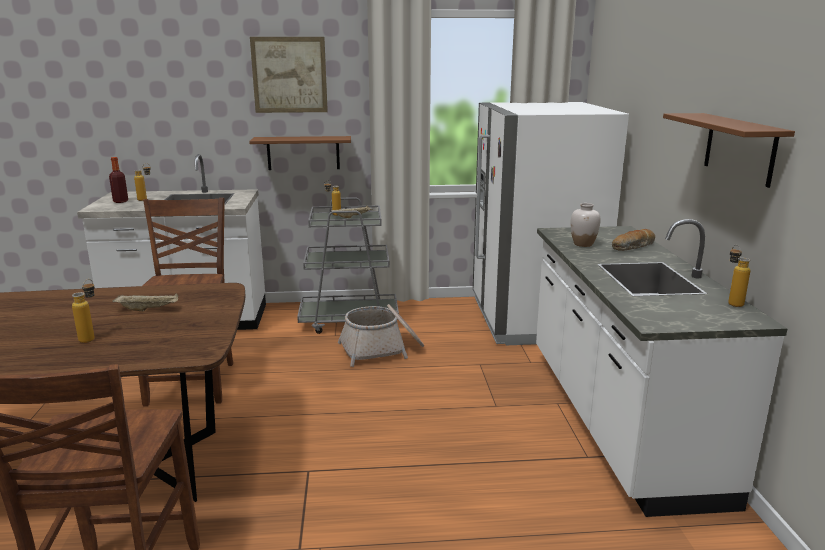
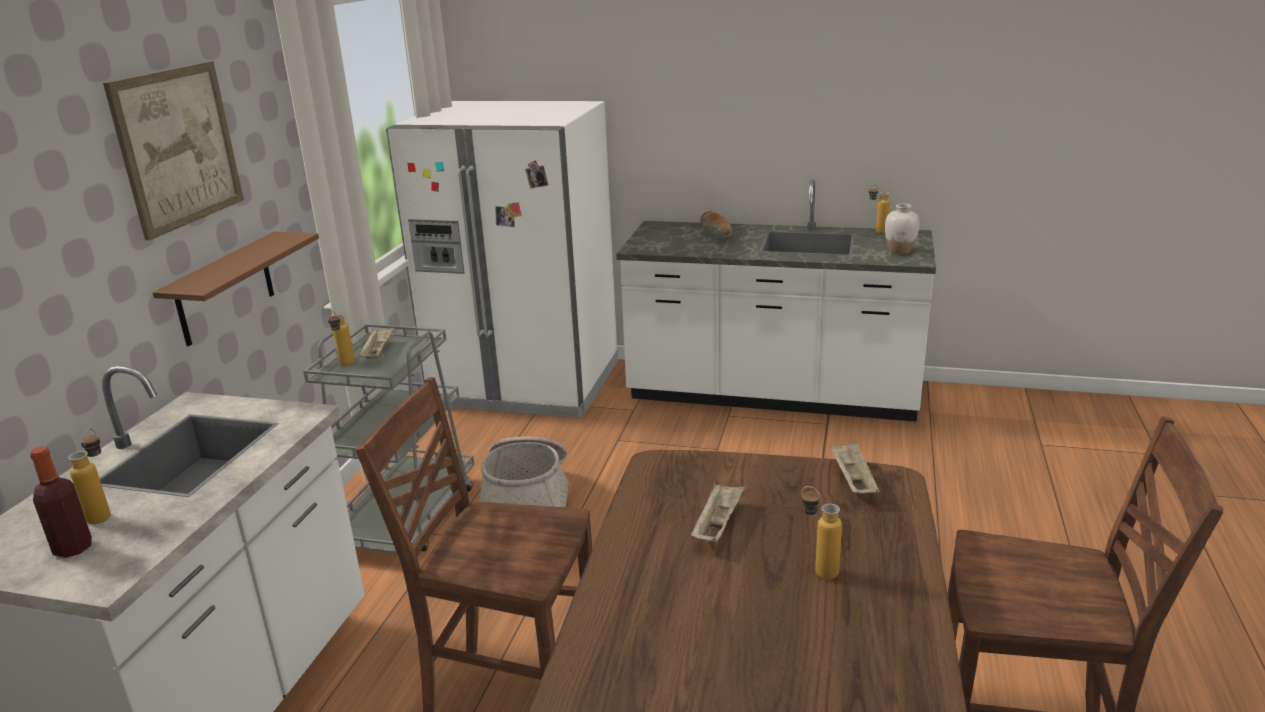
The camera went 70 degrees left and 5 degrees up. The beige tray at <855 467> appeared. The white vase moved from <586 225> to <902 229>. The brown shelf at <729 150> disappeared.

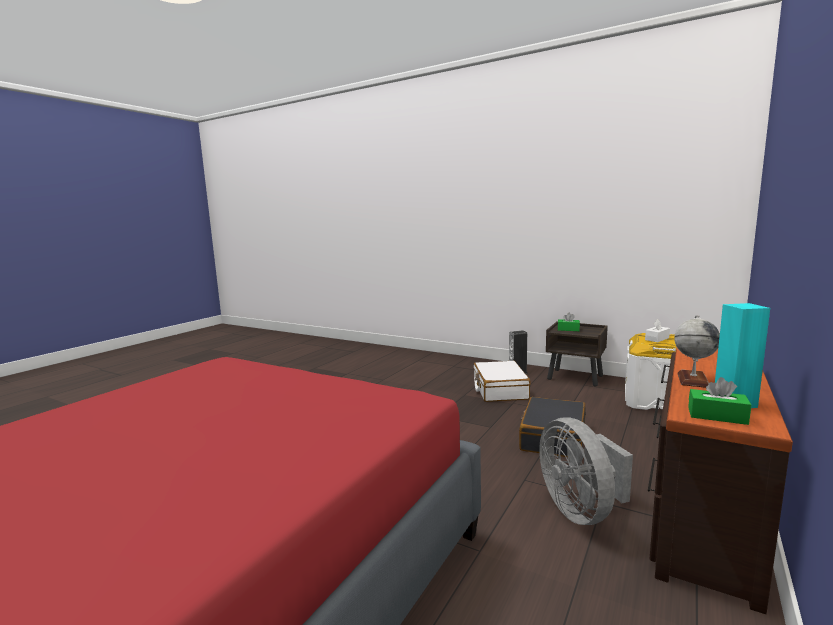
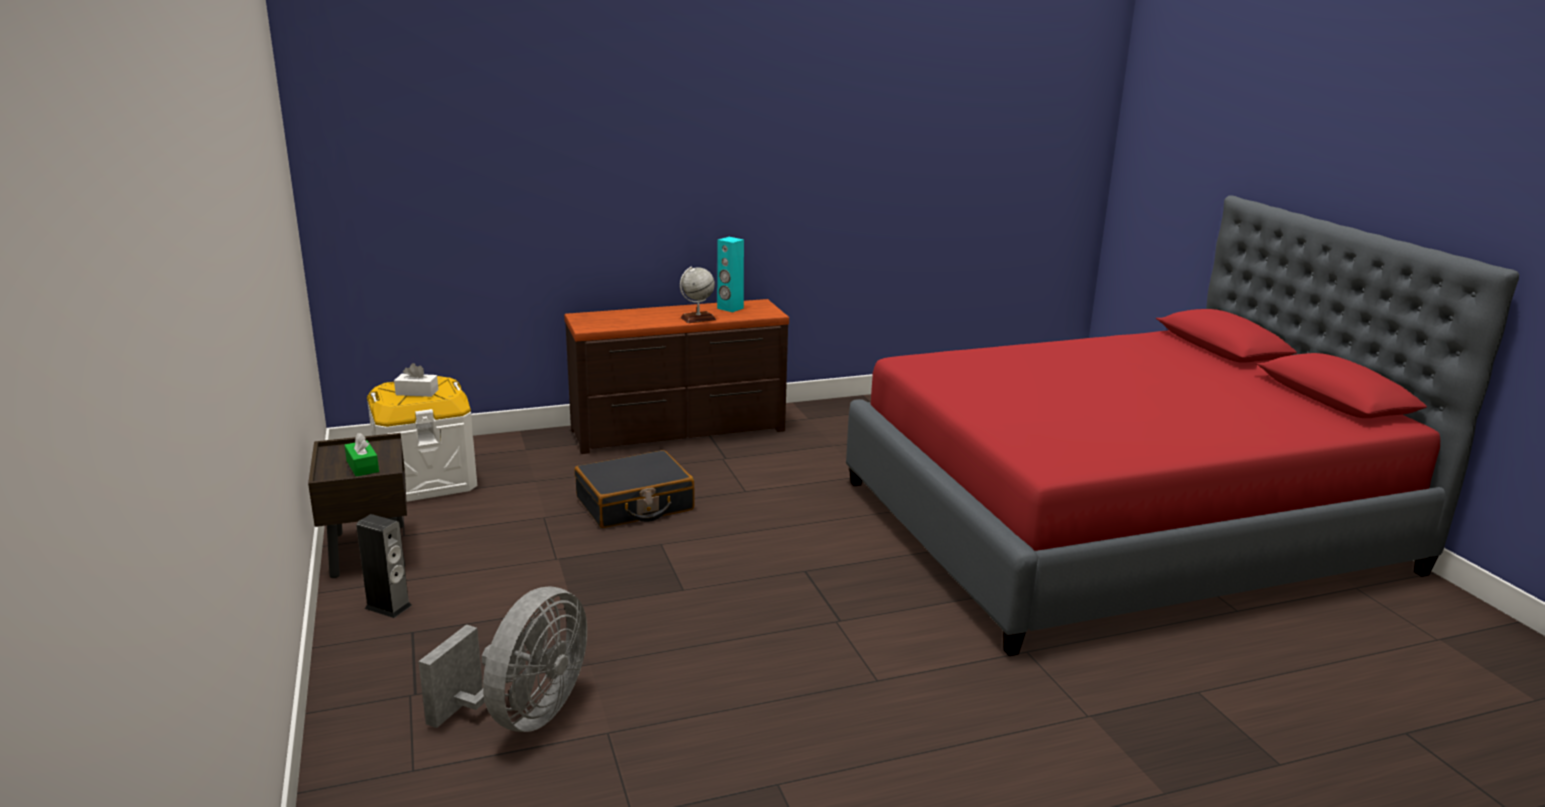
The camera went 140 degrees left and 10 degrees up. The grey fan moved from <586 471> to <502 659>. The white suitcase at <502 381> disappeared. The green tissue box at <719 401> disappeared.

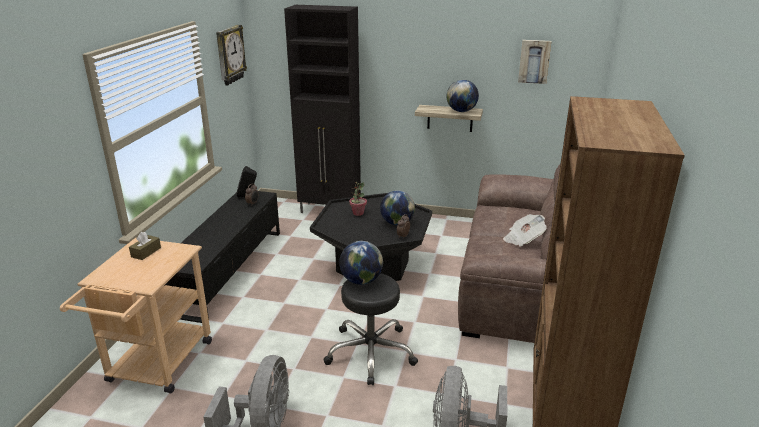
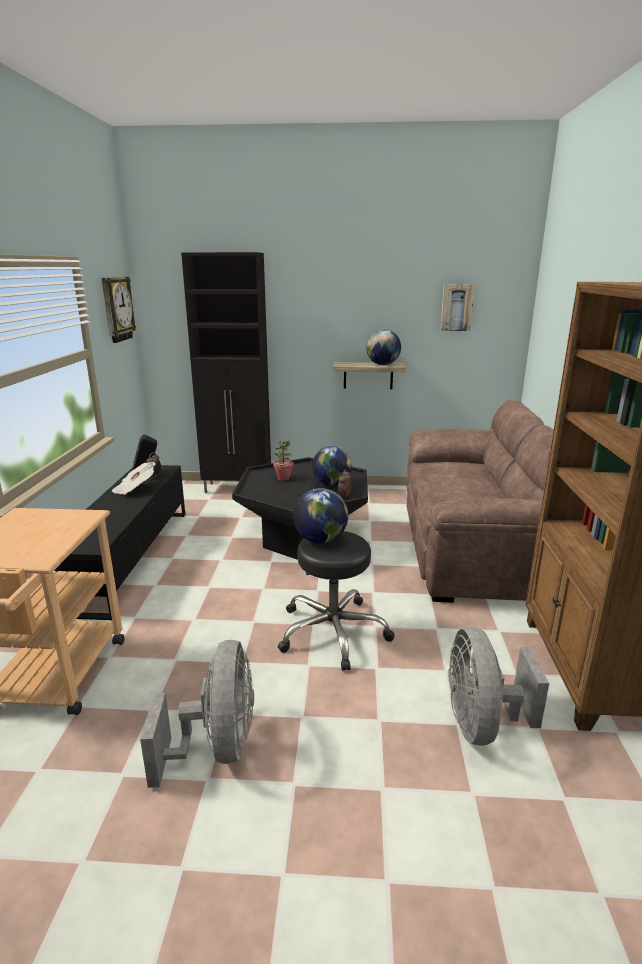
The camera went 10 degrees left and 5 degrees down. The newspaper moved from <525 230> to <134 478>. The brown tissue box at <145 246> disappeared.

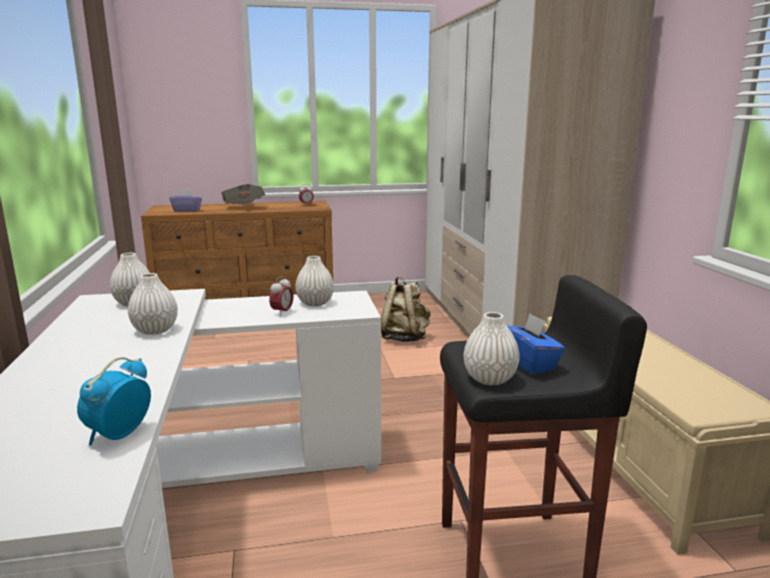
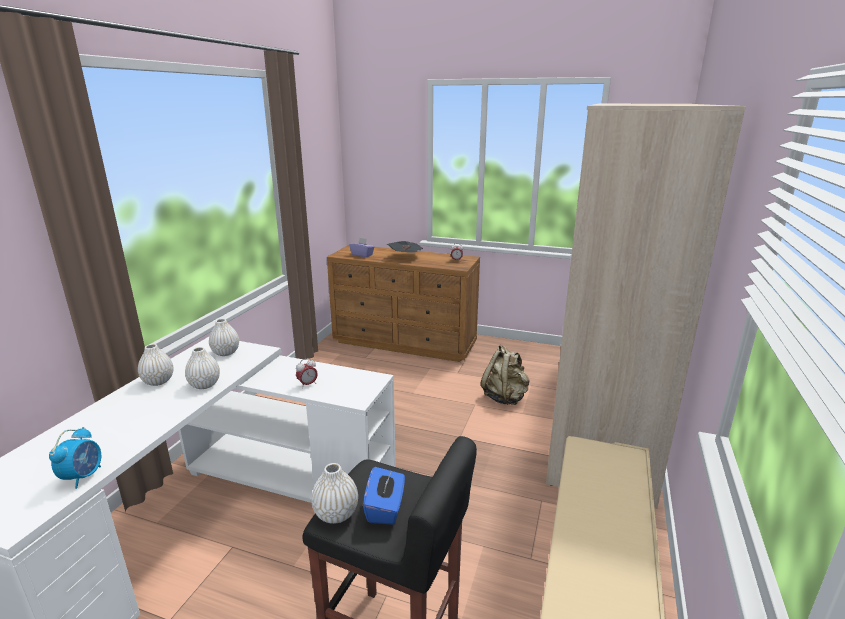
The camera went 30 degrees right and 5 degrees up. The alarm clock at <114 401> turned 135 degrees clockwise. The white vase moved from <314 281> to <155 365>.

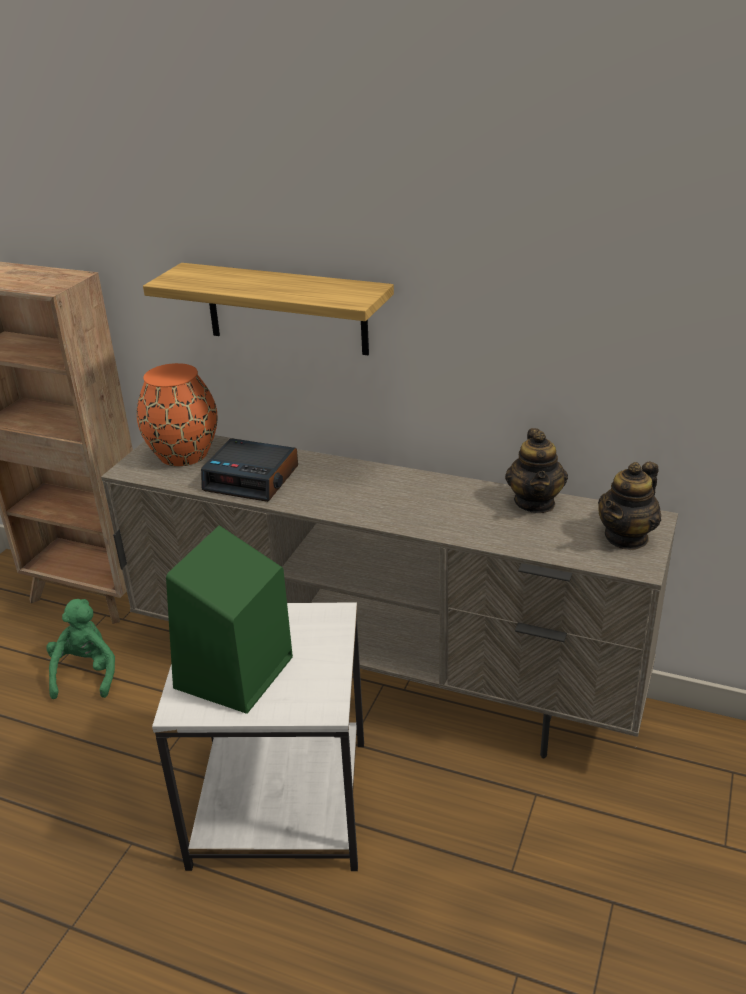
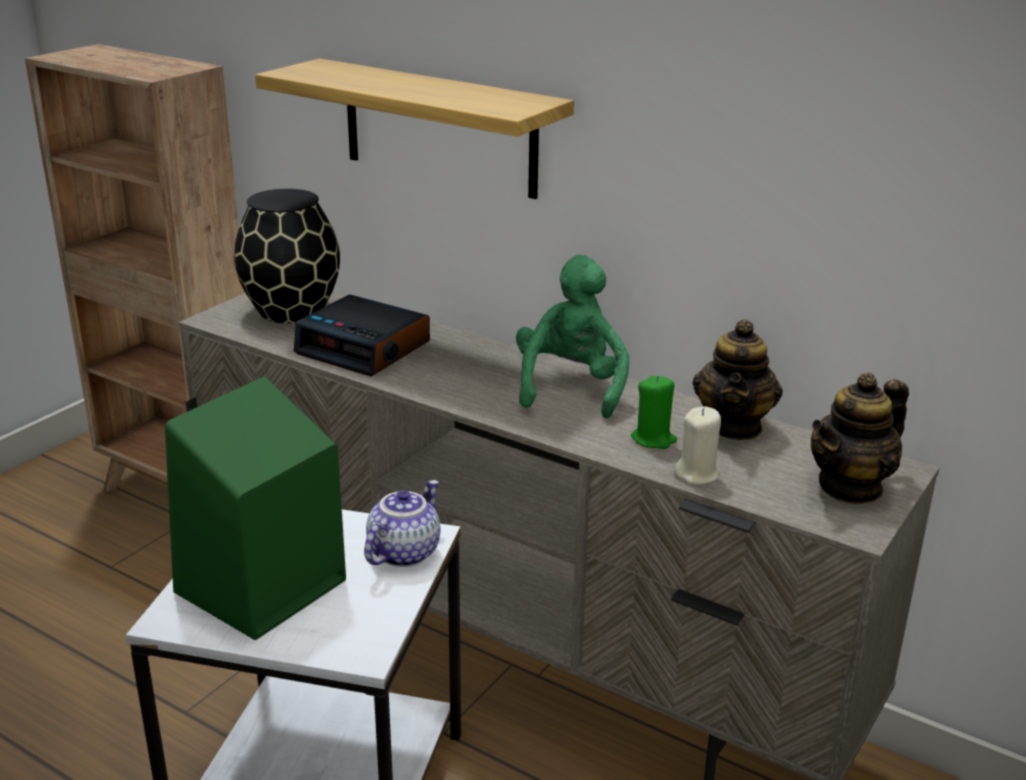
The camera went 10 degrees right and 5 degrees down. The orange vase at <177 414> became the black vase at <287 256>. The teapot at <402 523> appeared. The green plush toy moved from <80 649> to <572 337>. The green candle at <654 412> appeared. The beige candle at <697 445> appeared.

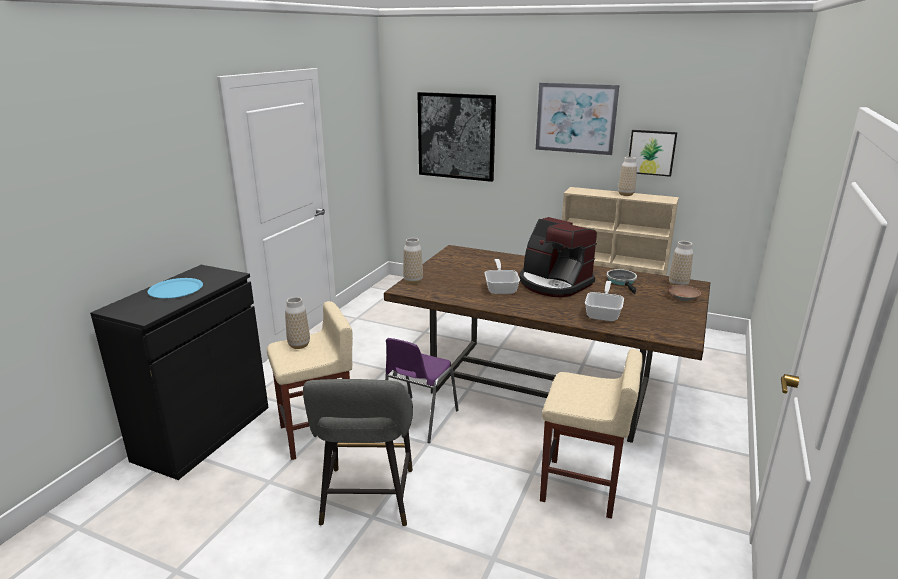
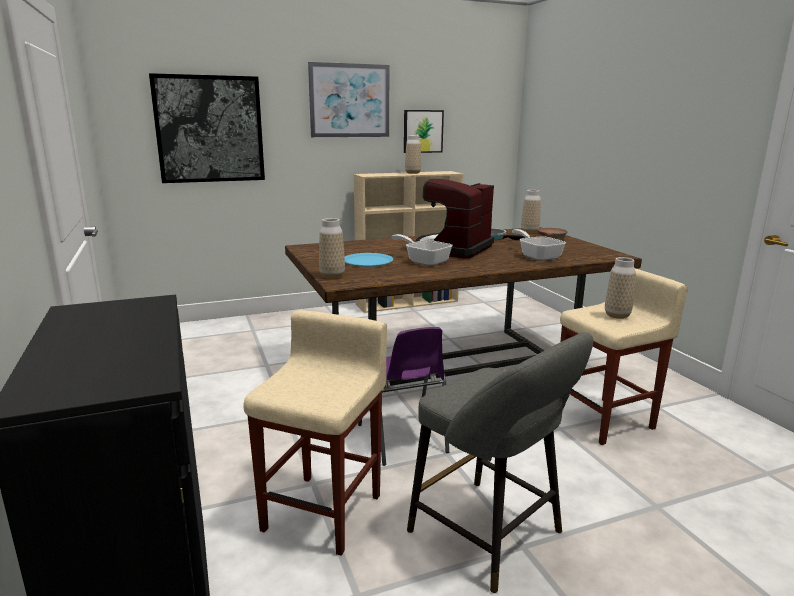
The camera went 45 degrees left and 5 degrees down. The blue plate moved from <175 288> to <369 260>. The coffee machine at <558 257> turned 120 degrees clockwise. The vase moved from <297 323> to <620 288>.

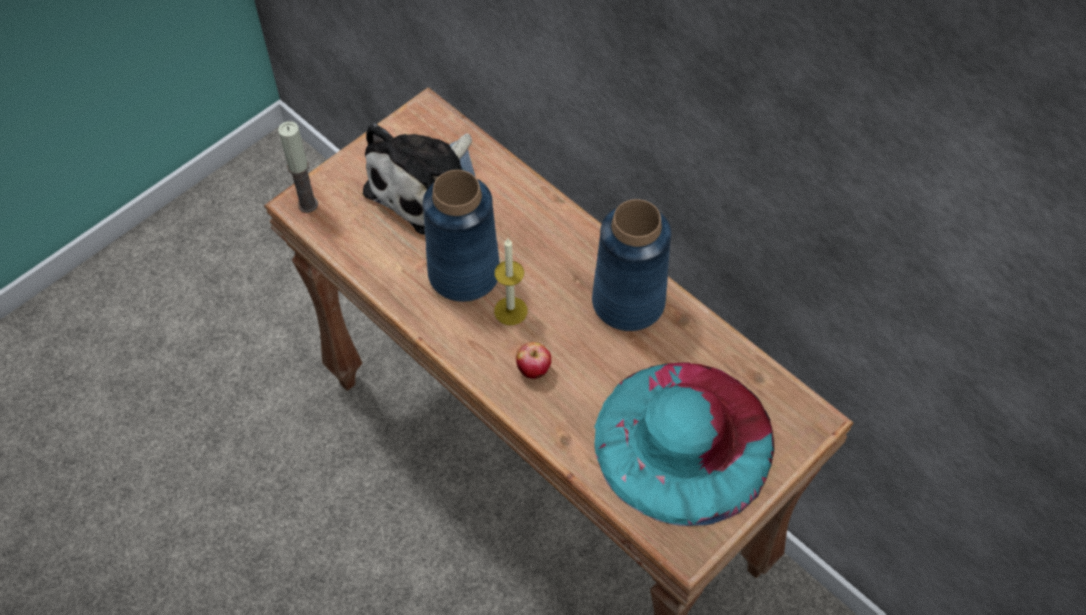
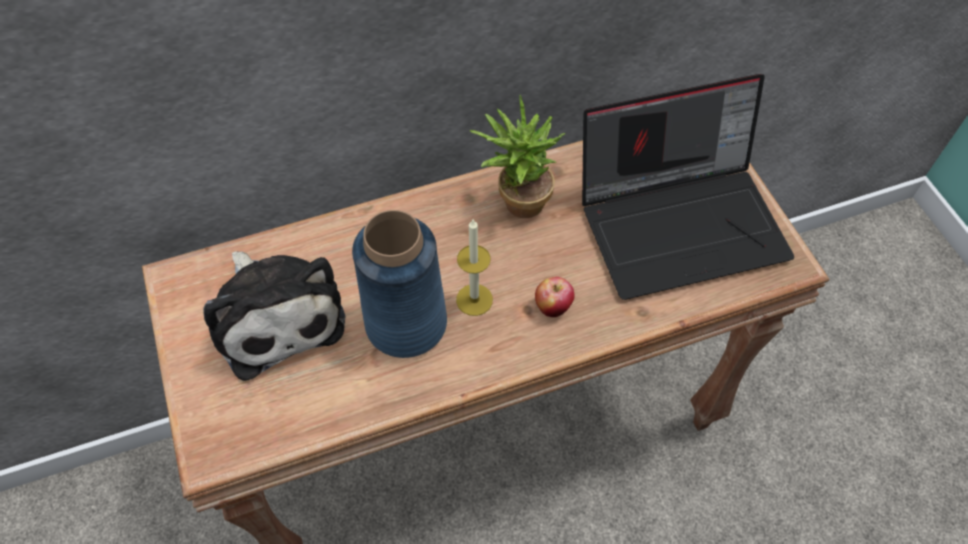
The camera went 65 degrees left and 0 degrees up. The blue vase at <631 265> was replaced by the potted plant at <518 156>. The turquoise hat at <684 444> was replaced by the laptop at <688 187>. The candle at <298 167> disappeared.

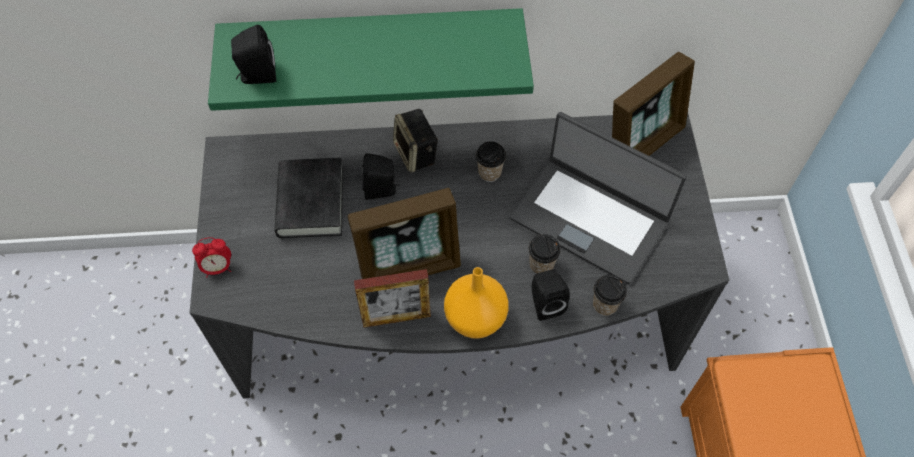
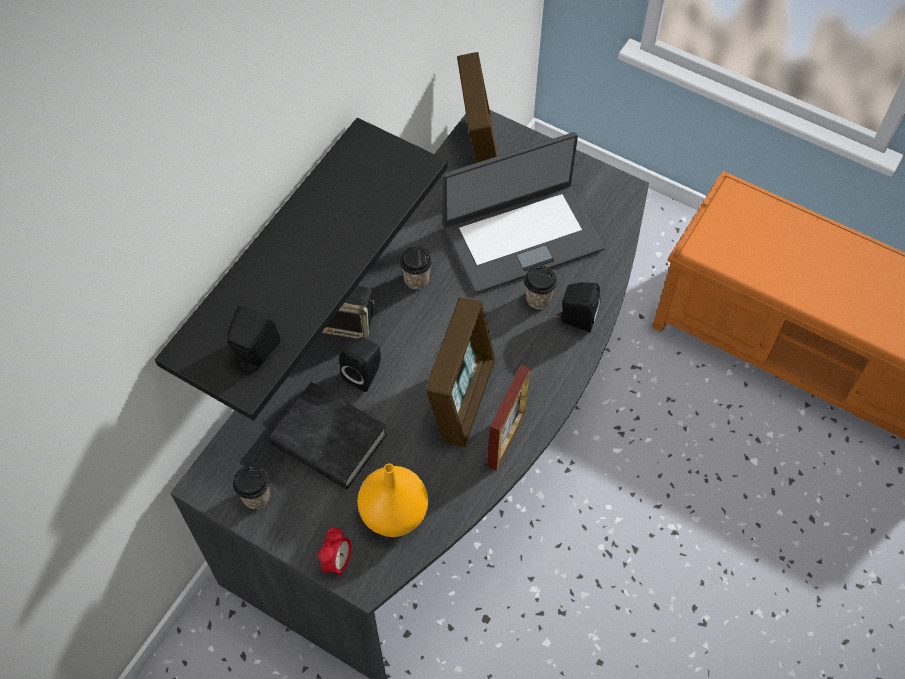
The camera went 55 degrees left and 0 degrees up. The green shelf at <371 59> became the black shelf at <301 269>. The cup moved from <610 295> to <251 487>. The orange vase moved from <476 303> to <392 500>.

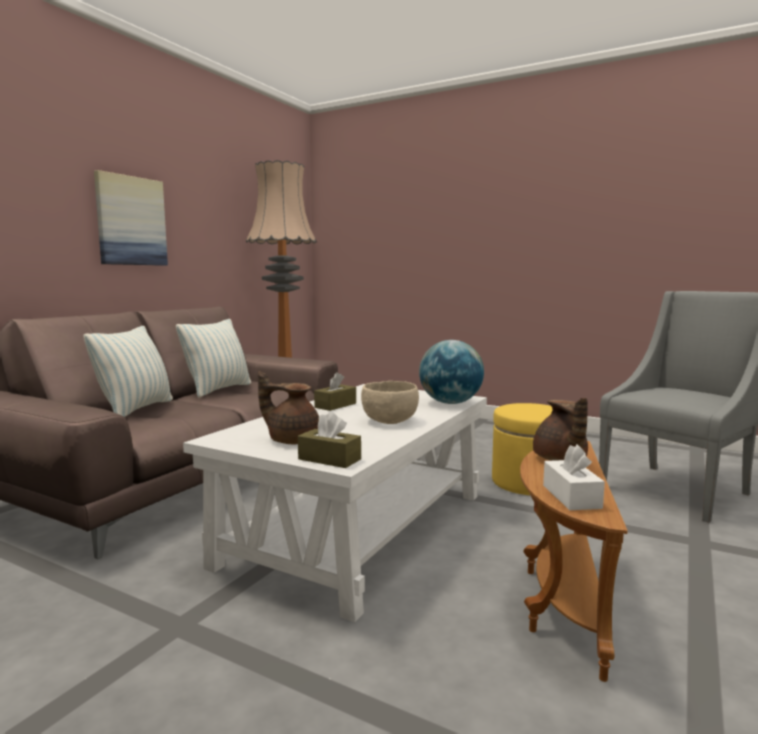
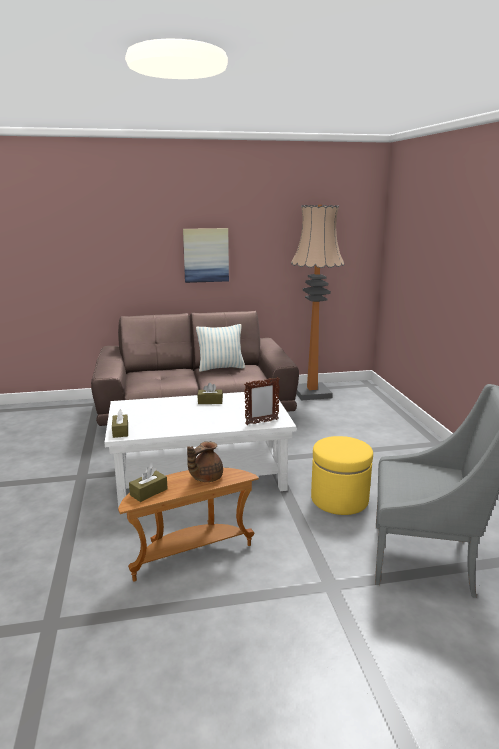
The camera went 50 degrees right and 10 degrees up. The white tissue box at <574 477> became the brown tissue box at <148 484>. The globe at <451 372> was replaced by the picture frame at <262 401>. The pillow at <128 371> disappeared. The brown teapot at <288 407> disappeared. The beige bowl at <390 402> disappeared.

